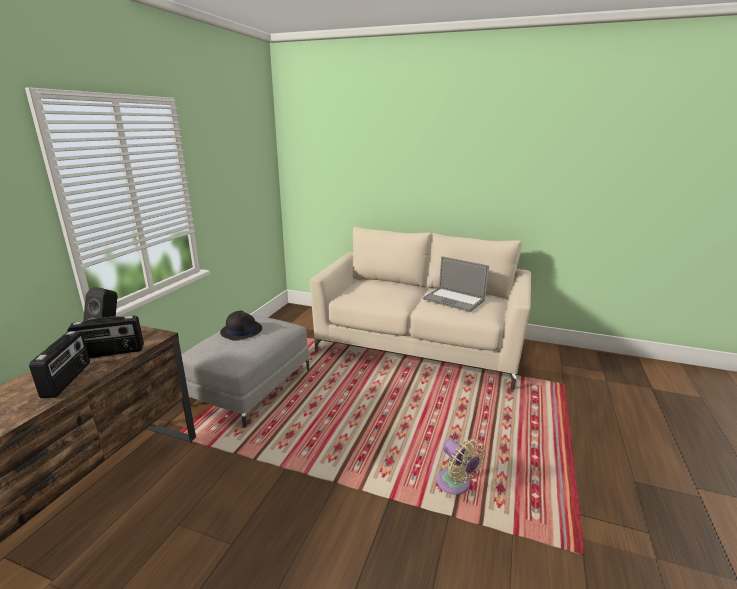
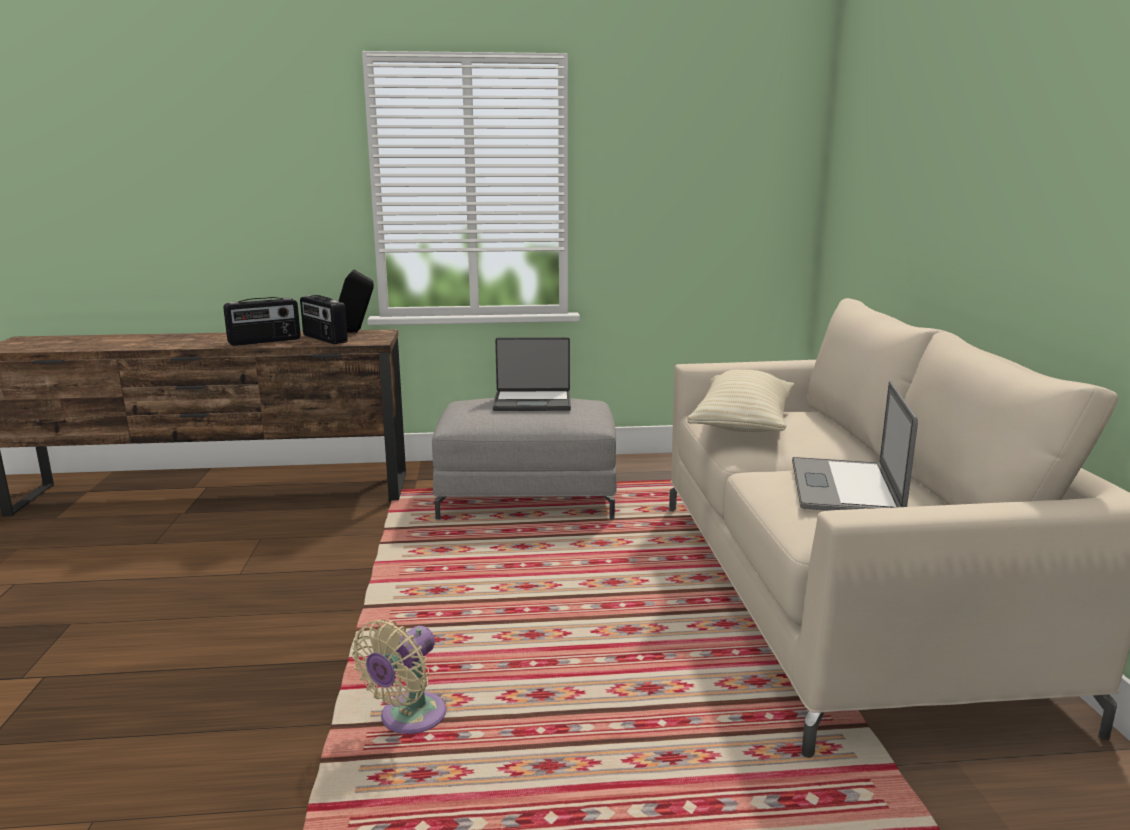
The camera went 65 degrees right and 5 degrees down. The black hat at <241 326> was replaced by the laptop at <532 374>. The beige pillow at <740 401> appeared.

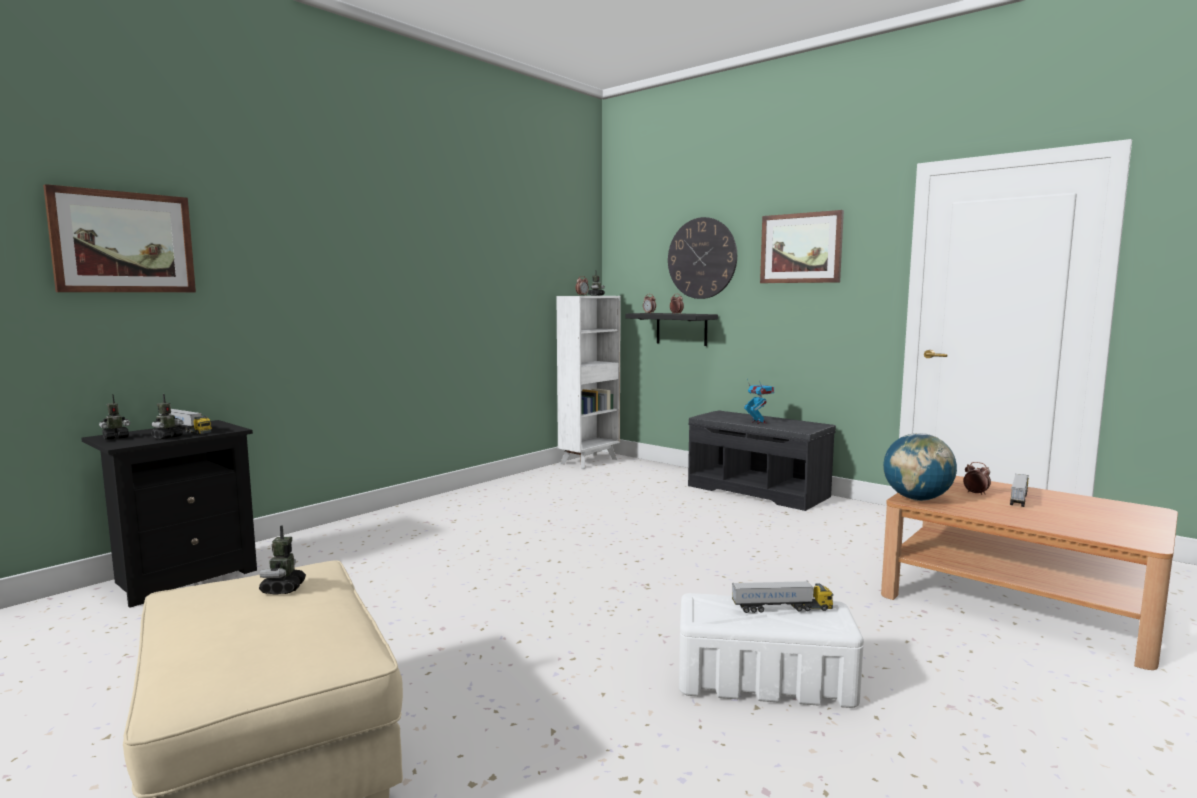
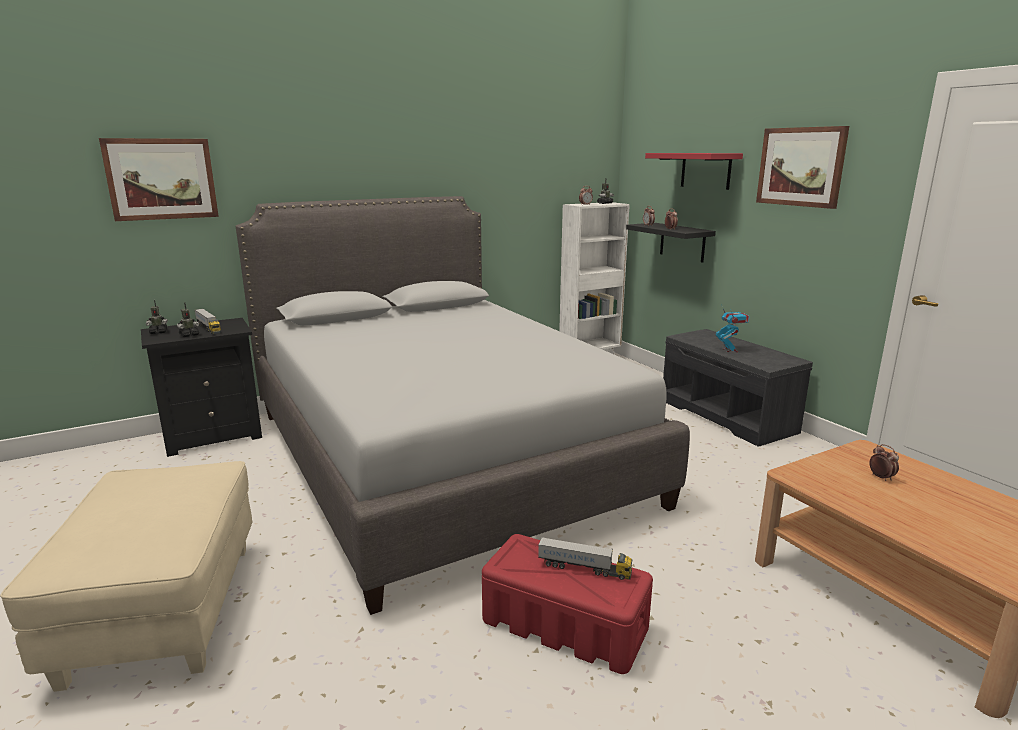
The camera went 20 degrees right and 10 degrees up. The grey bed at <463 405> appeared. The white storage box at <771 650> became the red storage box at <567 604>. The wall clock at <702 258> was replaced by the red shelf at <694 171>. The toy robot at <282 560> disappeared. The globe at <920 467> disappeared. The toy truck at <1019 490> disappeared.

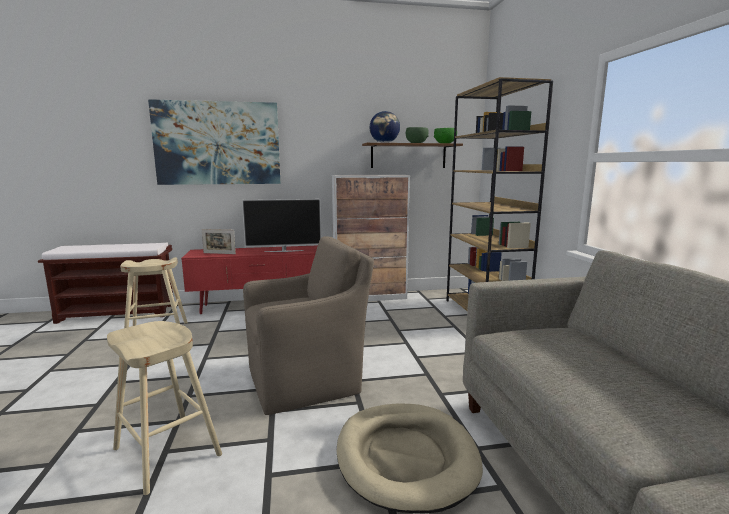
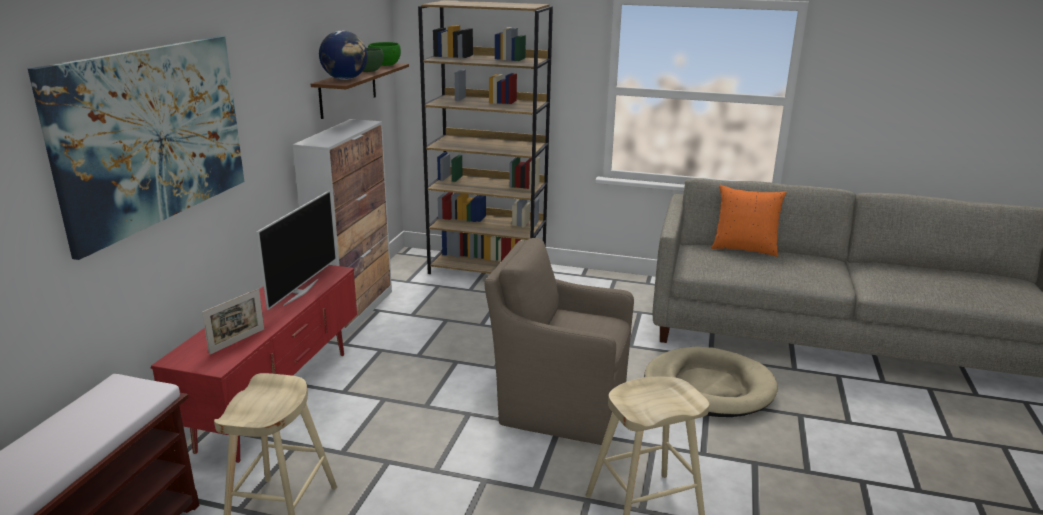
The camera went 65 degrees left and 10 degrees up. The brown armchair at <308 325> turned 75 degrees counterclockwise. The orange pillow at <749 221> appeared.

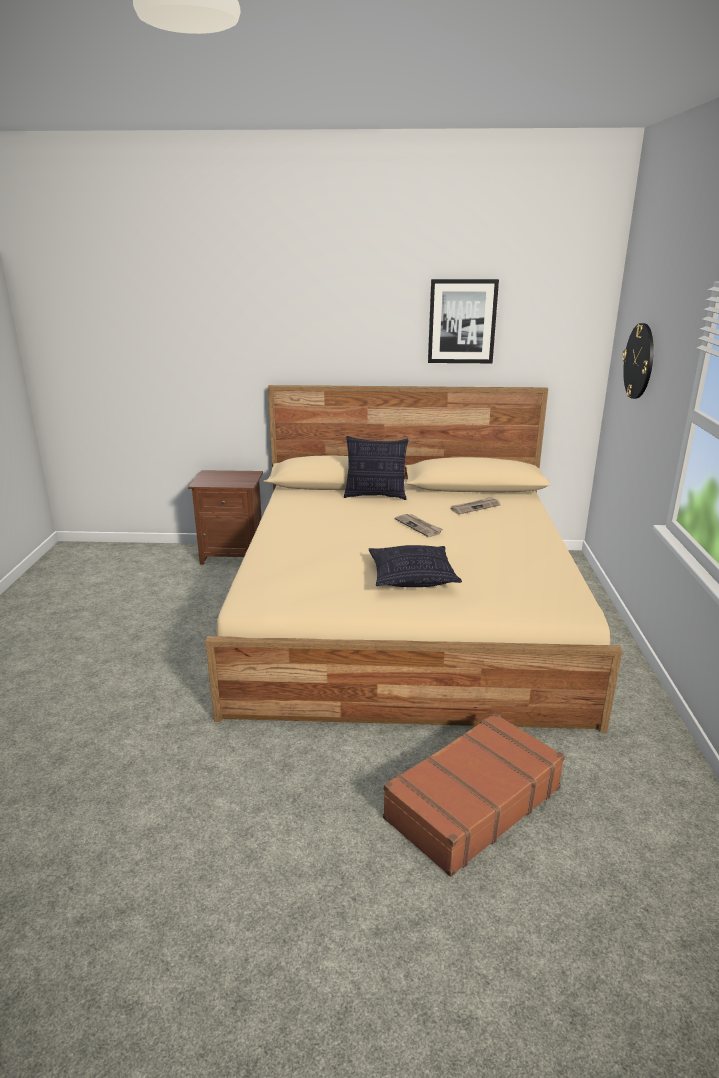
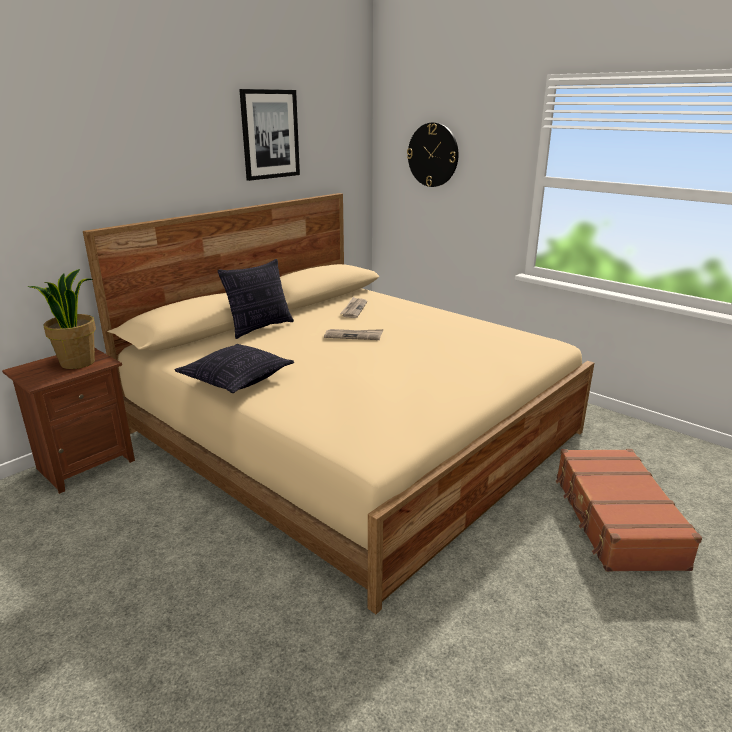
The camera went 50 degrees left and 0 degrees up. The potted plant at <61 319> appeared. The pillow moved from <415 566> to <234 368>.

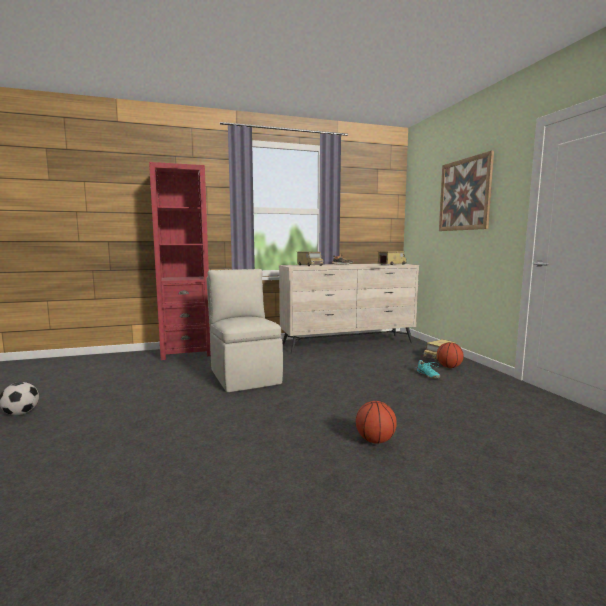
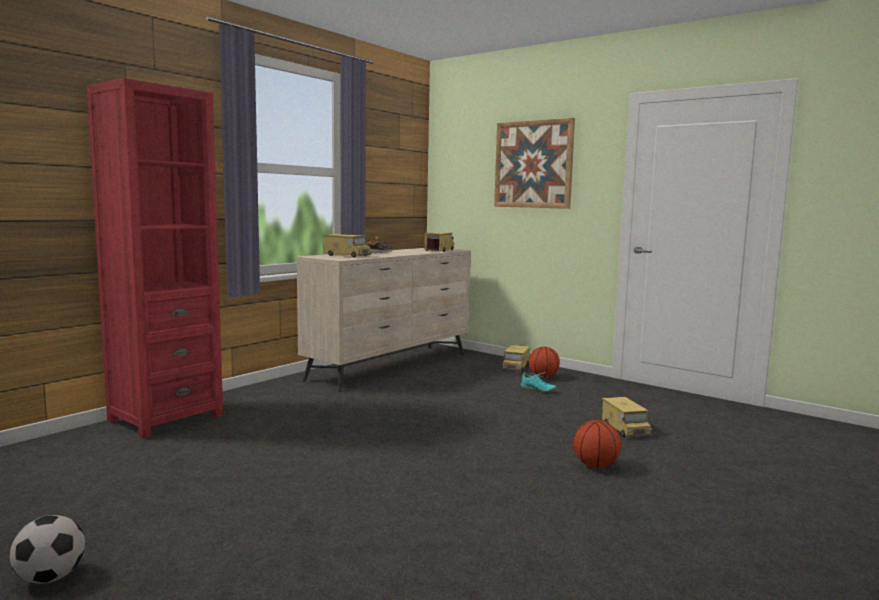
The camera went 35 degrees left and 0 degrees up. The toy truck at <627 417> appeared. The beige chair at <245 330> disappeared.

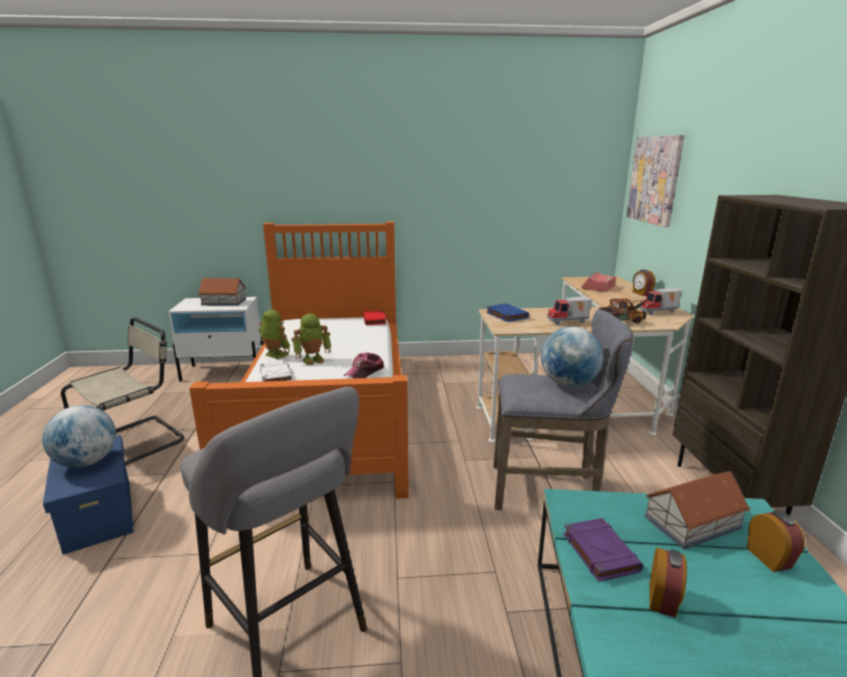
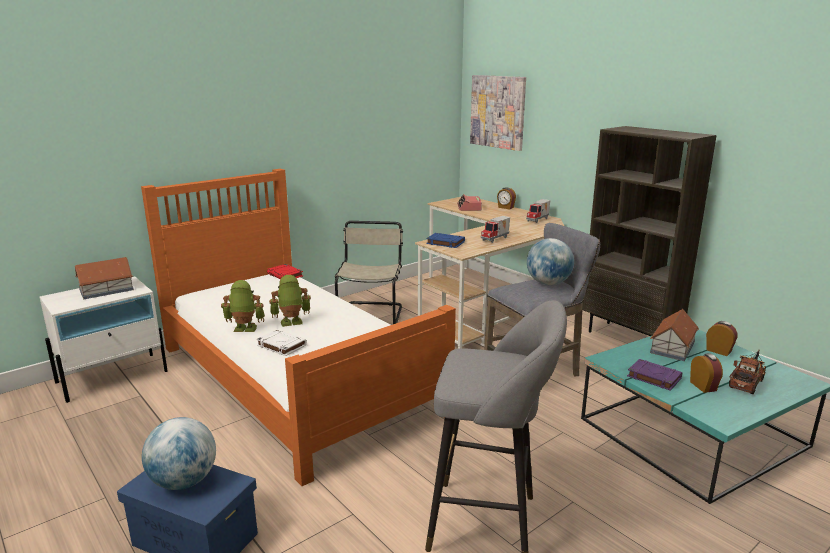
The camera went 35 degrees left and 0 degrees up. The toy robot at <311 339> turned 135 degrees counterclockwise. The beige chair moved from <122 391> to <369 272>. The toy truck moved from <623 311> to <747 371>. The cap at <364 365> disappeared.

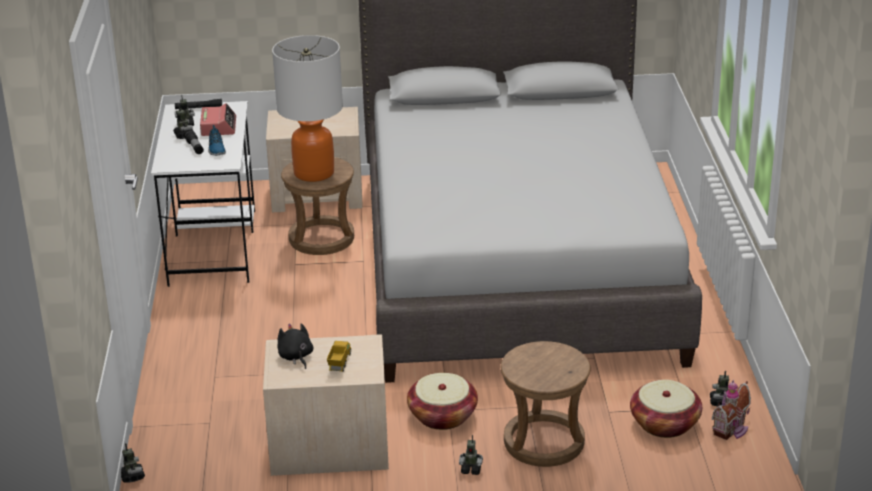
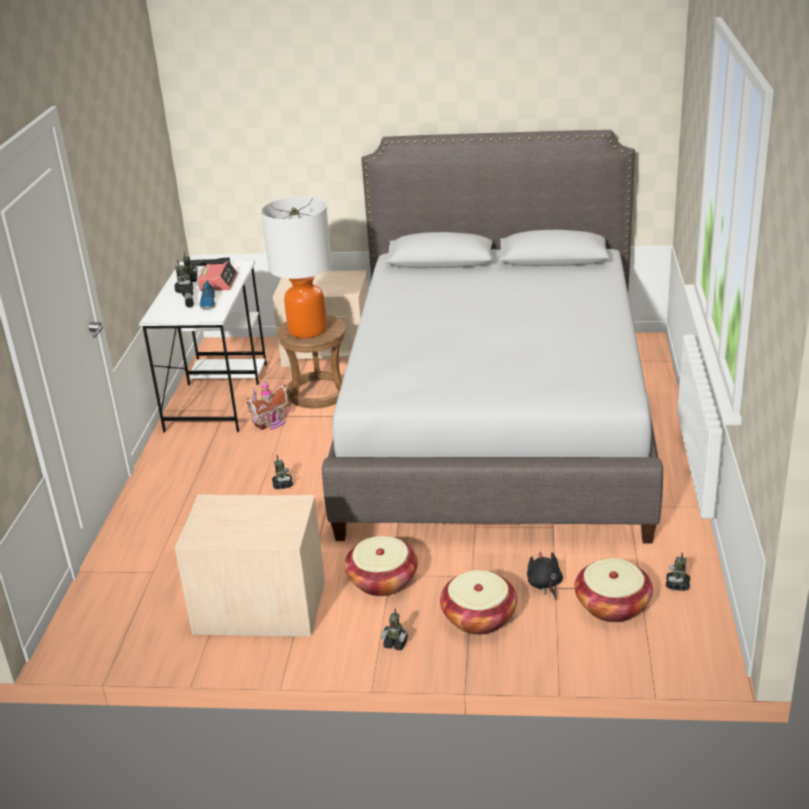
The camera went 10 degrees right and 0 degrees up. The toy house moved from <731 410> to <268 405>. The toy robot moved from <133 463> to <282 472>. The brown stool at <546 404> was replaced by the basket at <478 602>. The black plush toy moved from <295 346> to <545 575>. The toy truck at <339 356> disappeared.

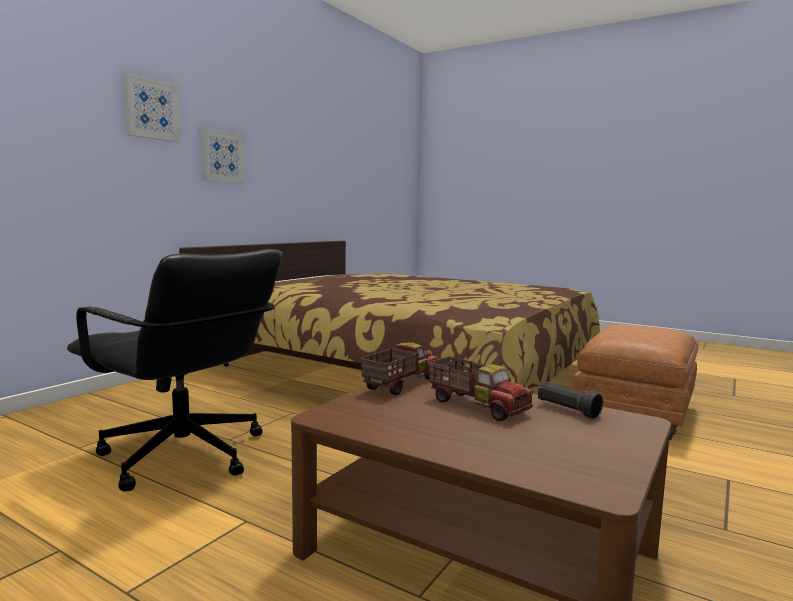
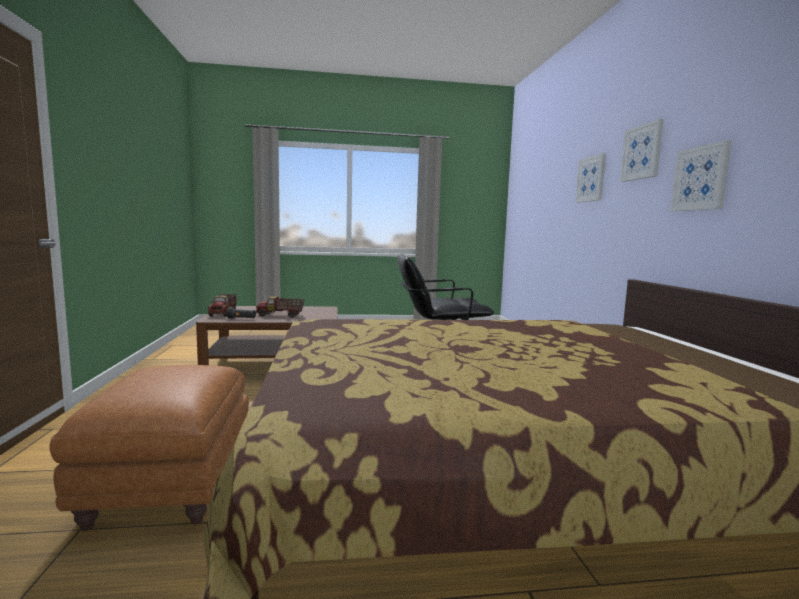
The camera went 140 degrees right and 0 degrees up. The toy truck moved from <399 369> to <222 305>. The picture at <590 178> appeared.

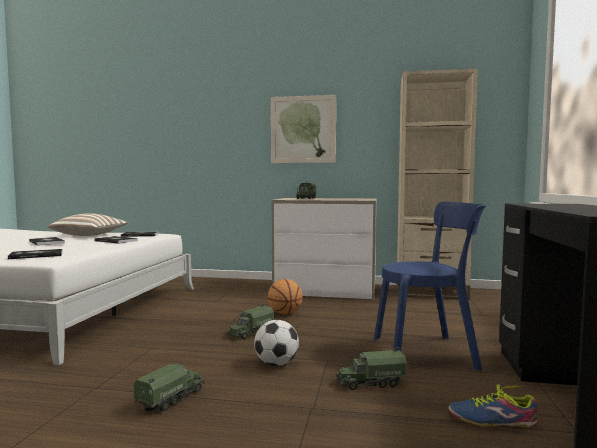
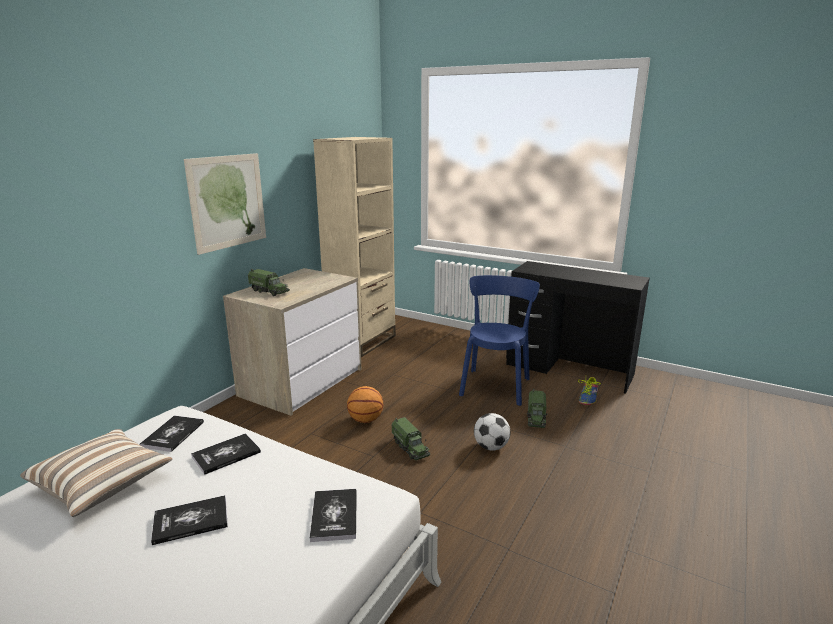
The camera went 70 degrees left and 15 degrees up. The toy truck at <169 388> disappeared.

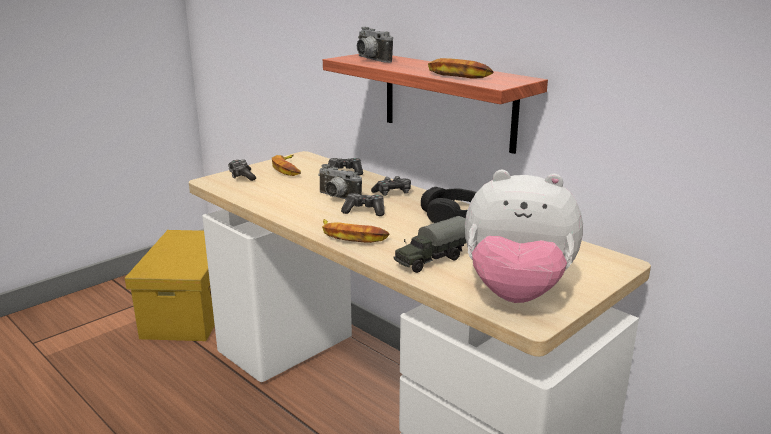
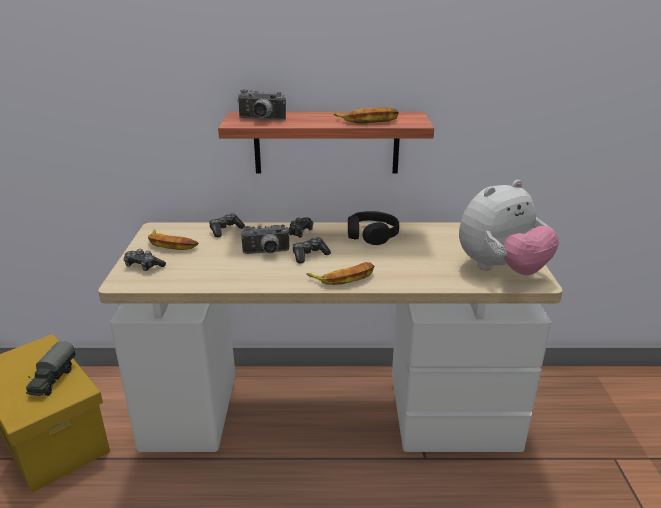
The camera went 45 degrees left and 5 degrees up. The toy truck moved from <430 244> to <51 368>.

